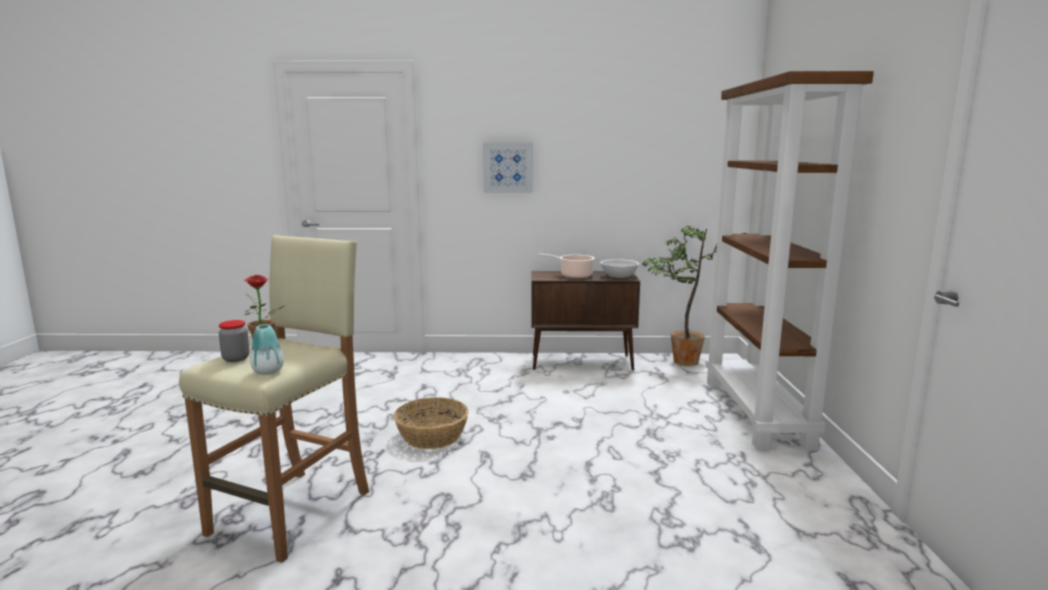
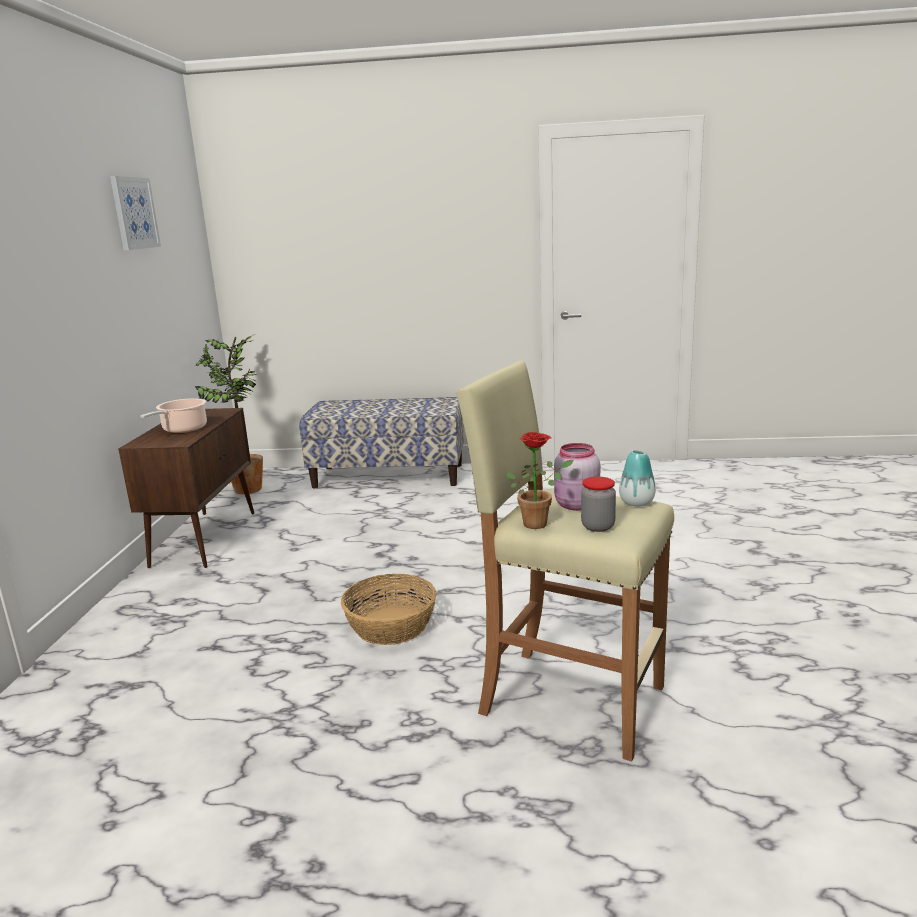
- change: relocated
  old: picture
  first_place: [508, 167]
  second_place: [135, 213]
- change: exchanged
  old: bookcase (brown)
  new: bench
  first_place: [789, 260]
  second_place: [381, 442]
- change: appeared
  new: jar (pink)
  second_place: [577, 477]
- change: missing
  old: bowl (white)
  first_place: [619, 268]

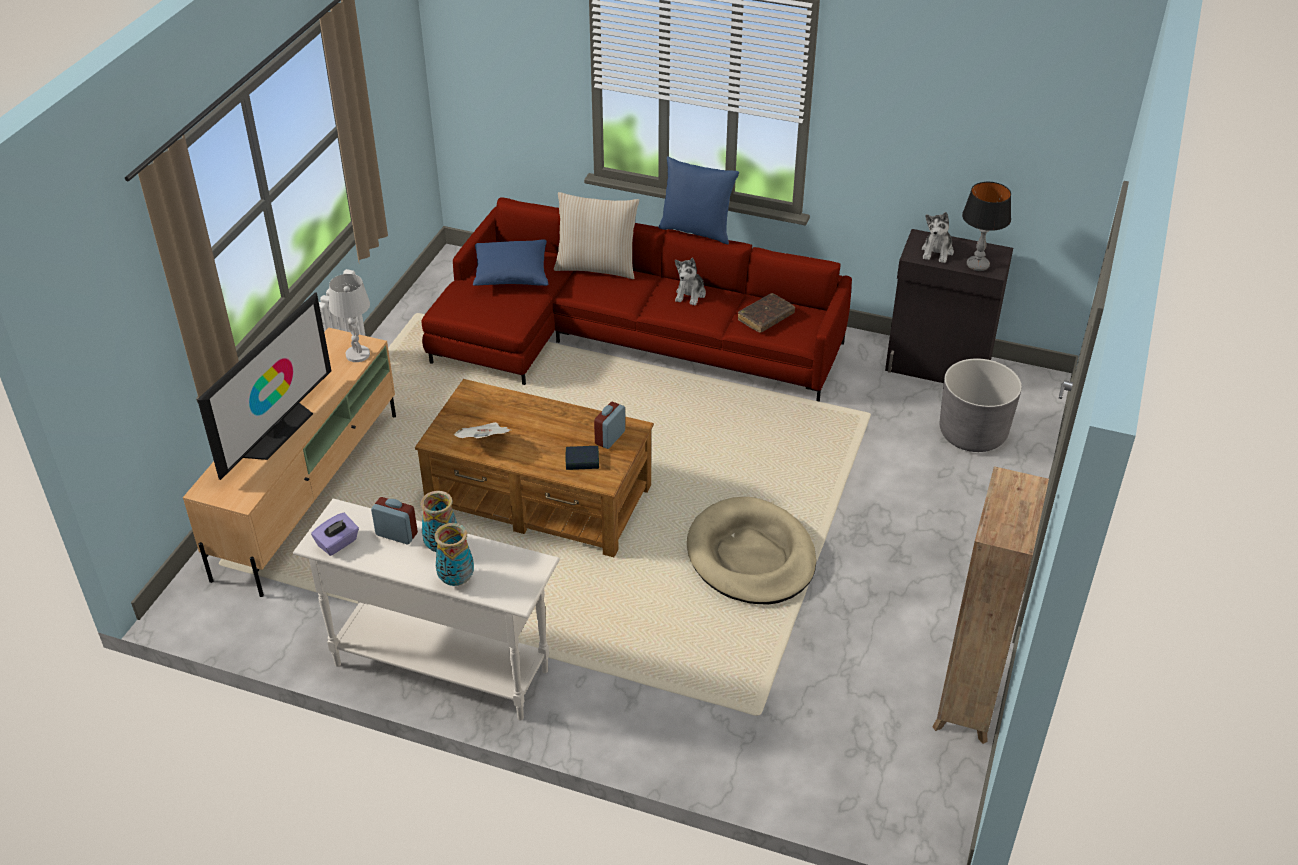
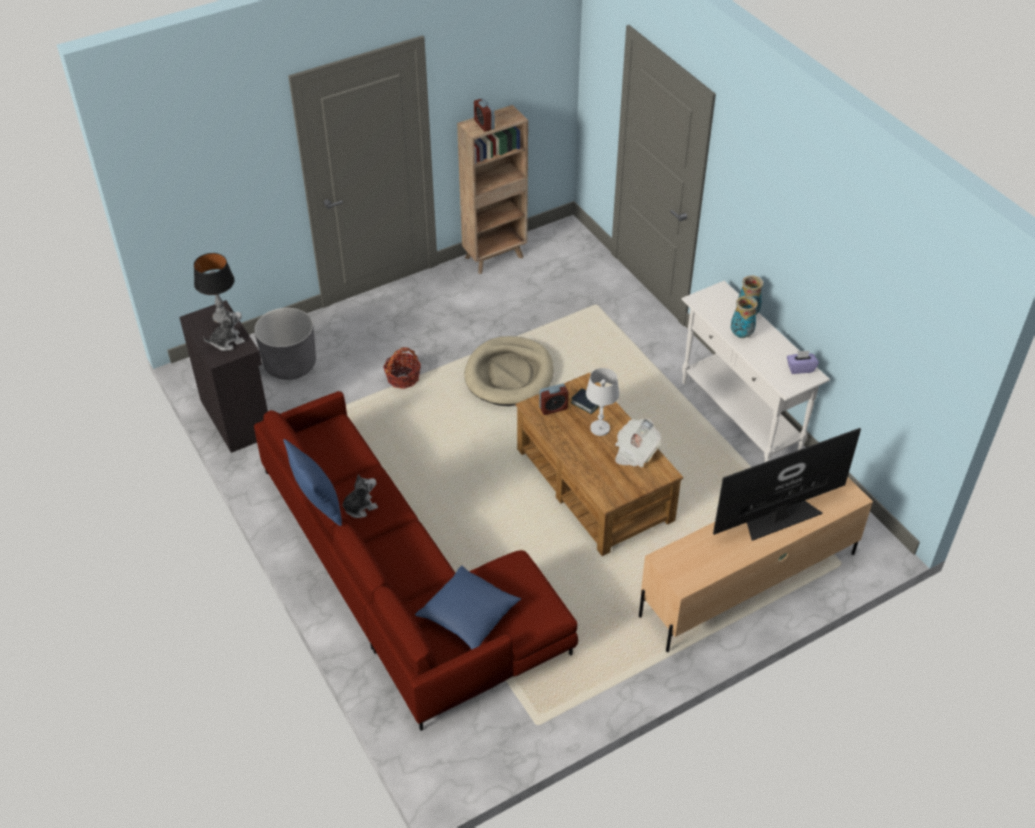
- change: appeared
  new: basket
  second_place: [402, 368]
- change: relocated
  old: alarm clock
  first_place: [394, 520]
  second_place: [484, 115]
- change: relocated
  old: table lamp (white)
  first_place: [349, 318]
  second_place: [602, 402]
- change: missing
  old: pillow (beige)
  first_place: [596, 235]
- change: missing
  old: book (brown)
  first_place: [766, 313]

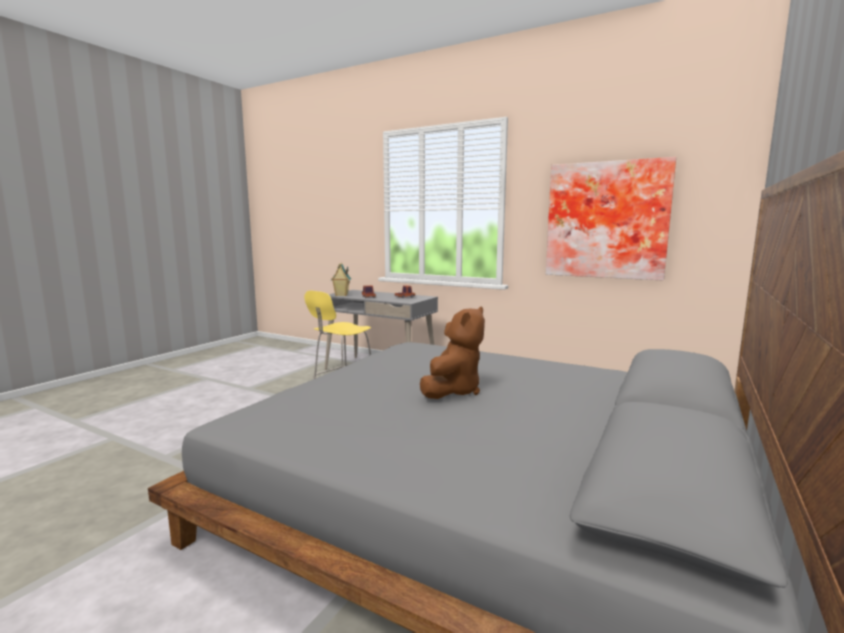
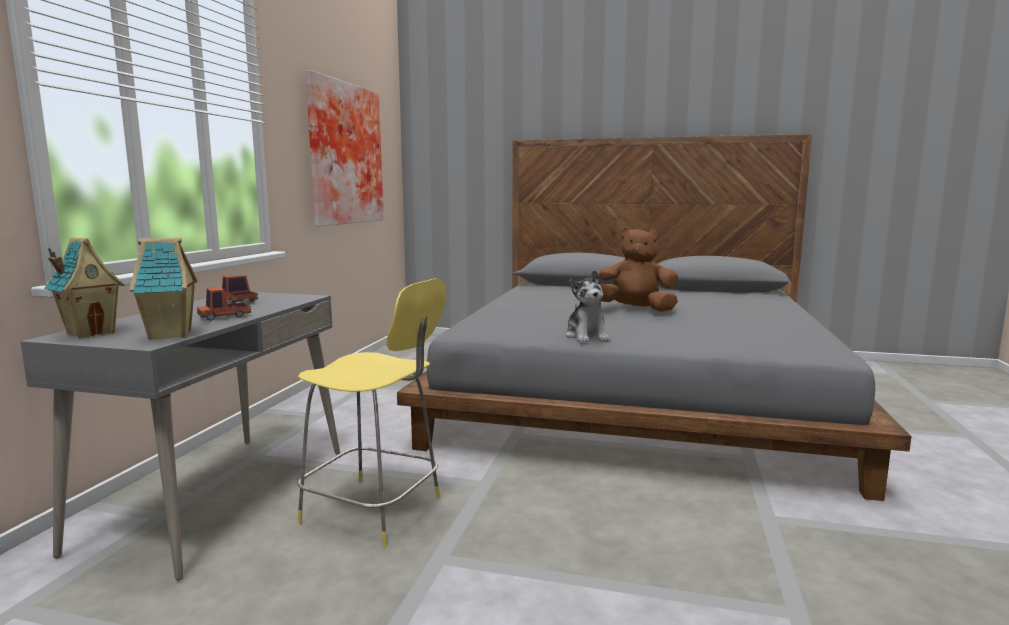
- change: appeared
  new: toy house
  second_place: [84, 288]
- change: appeared
  new: plush toy
  second_place: [587, 306]

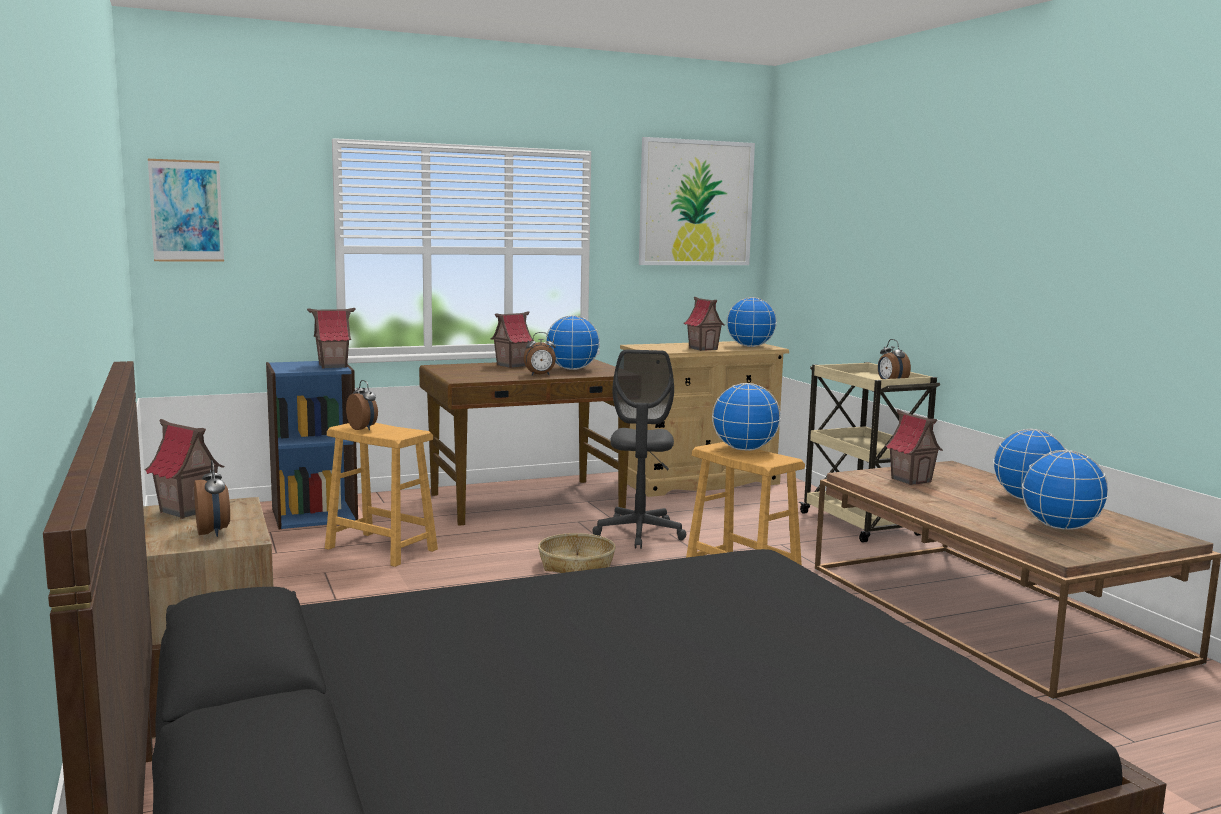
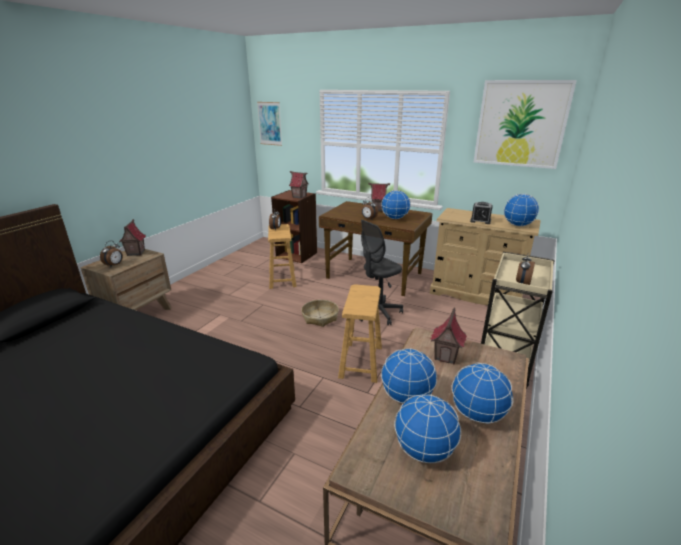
- change: colour
  old: bookcase (blue)
  new: bookcase (brown)
  first_place: [312, 445]
  second_place: [294, 226]
- change: relocated
  old: globe
  first_place: [746, 417]
  second_place: [409, 375]
- change: exchanged
  old: toy house
  new: alarm clock
  first_place: [704, 324]
  second_place: [481, 213]

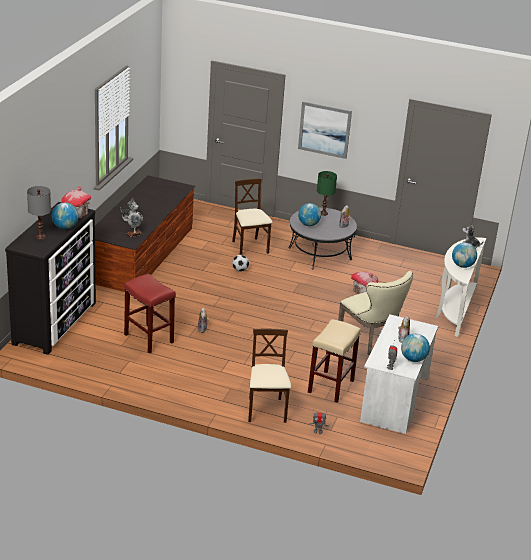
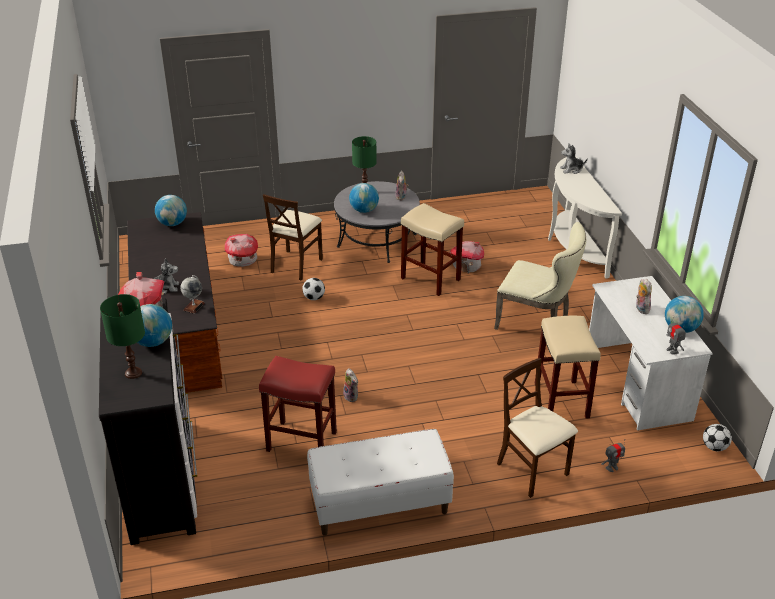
- change: colour
  old: table lamp (grey)
  new: table lamp (green)
  first_place: [39, 213]
  second_place: [122, 336]
- change: relocated
  old: globe
  first_place: [464, 255]
  second_place: [171, 210]
- change: appeared
  new: toy house
  second_place: [241, 250]
- change: spun
  old: chair (beige)
  first_place: [252, 216]
  second_place: [293, 237]
  degrees: -105
- change: appeared
  new: bench (white)
  second_place: [380, 482]
- change: appeared
  new: stool (beige)
  second_place: [432, 249]
- change: appeared
  new: football
  second_place: [717, 437]
- change: missing
  old: picture
  first_place: [325, 130]

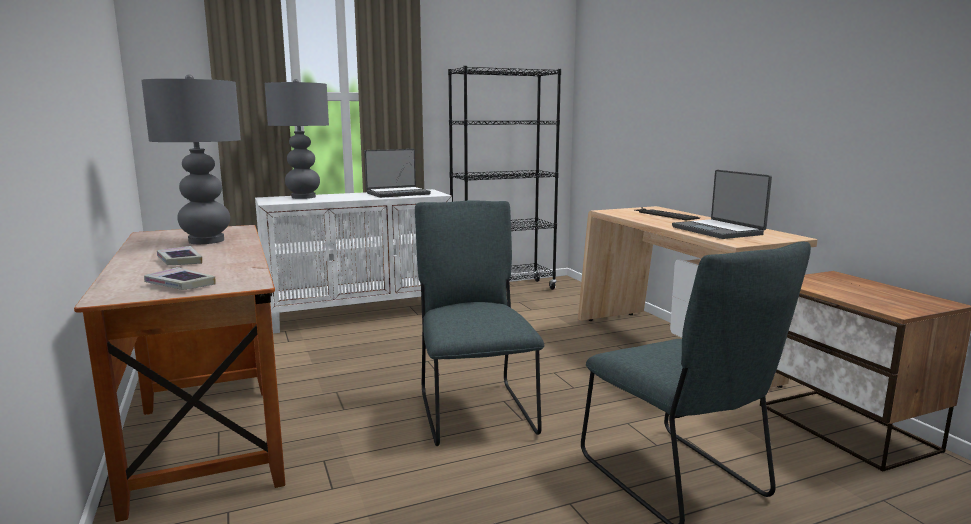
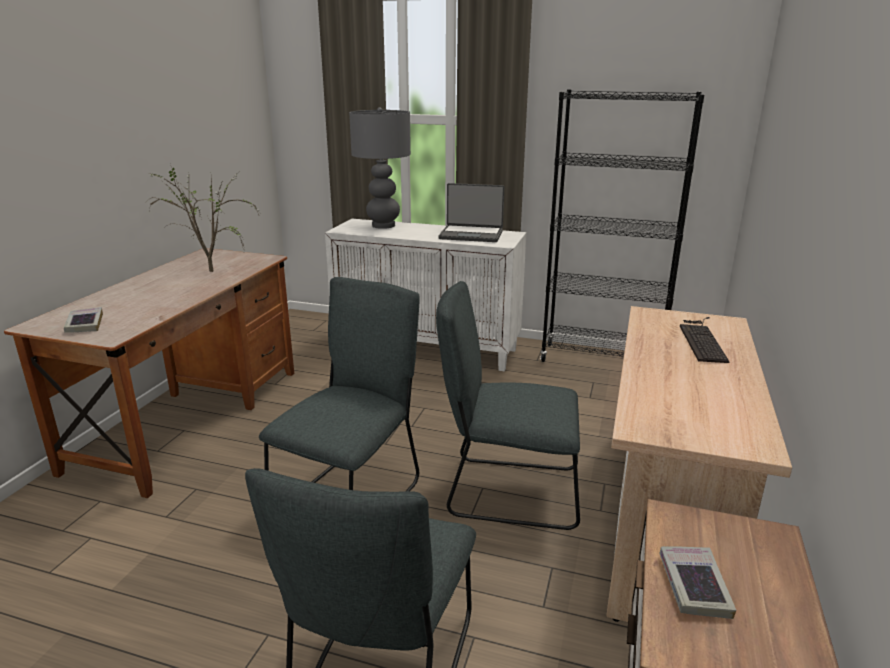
- change: exchanged
  old: table lamp (grey)
  new: potted plant
  first_place: [191, 159]
  second_place: [203, 217]
- change: appeared
  new: chair (grey)
  second_place: [508, 405]
- change: relocated
  old: book
  first_place: [179, 255]
  second_place: [698, 582]
- change: missing
  old: laptop
  first_place: [722, 204]

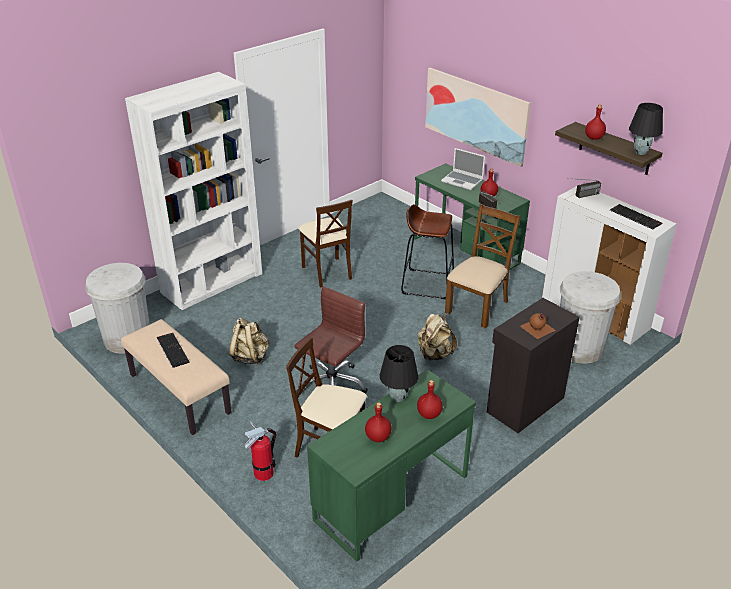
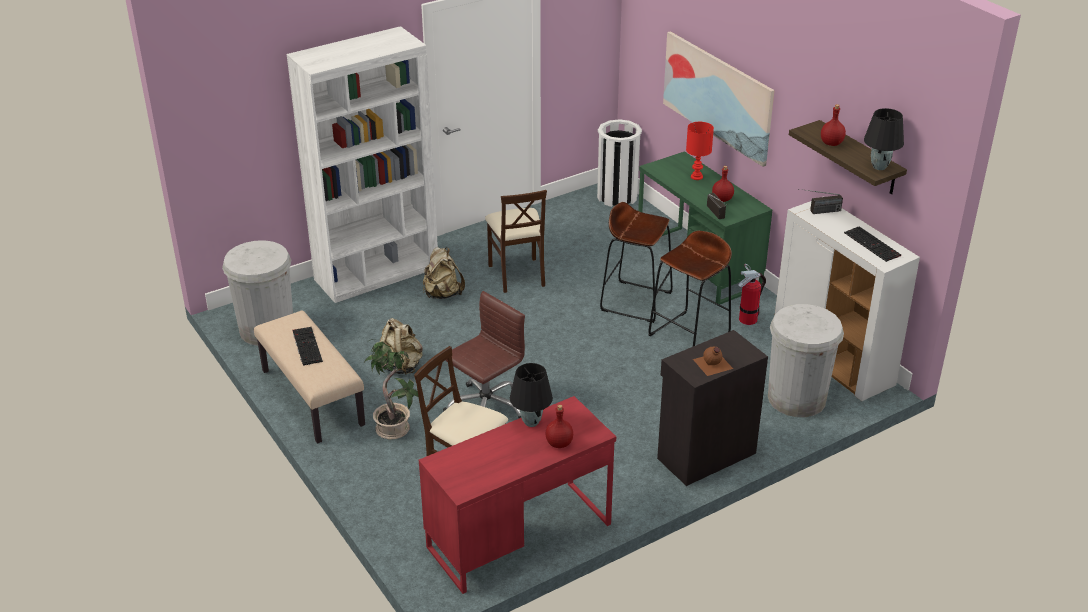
- change: appeared
  new: potted plant
  second_place: [391, 389]
- change: colour
  old: desk (green)
  new: desk (red)
  first_place: [391, 465]
  second_place: [517, 495]
- change: relocated
  old: backpack (beige)
  first_place: [437, 337]
  second_place: [444, 273]
- change: appeared
  new: trash can (white)
  second_place: [619, 163]
- change: exchanged
  old: chair (brown)
  new: stool (brown)
  first_place: [483, 266]
  second_place: [690, 288]
- change: exchanged
  old: laptop
  new: table lamp (red)
  first_place: [463, 169]
  second_place: [700, 151]
- change: relocated
  old: fire extinguisher
  first_place: [260, 451]
  second_place: [752, 294]
- change: missing
  old: bottle (red)
  first_place: [378, 422]

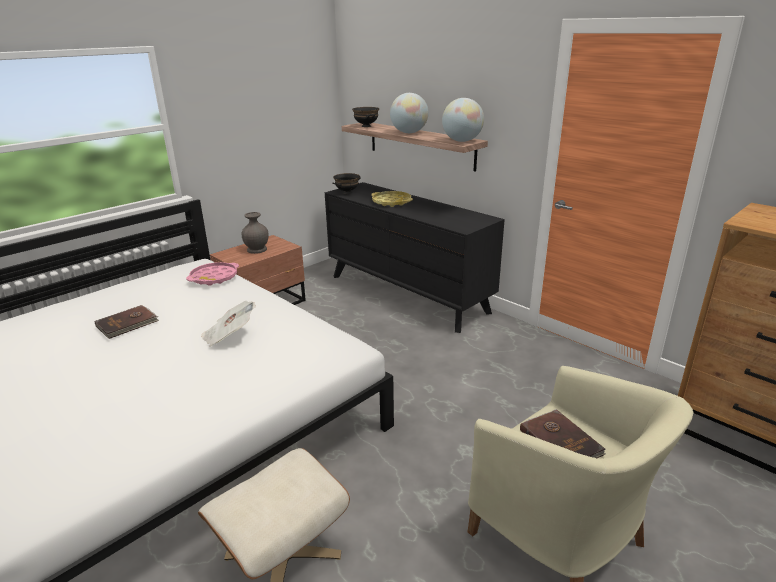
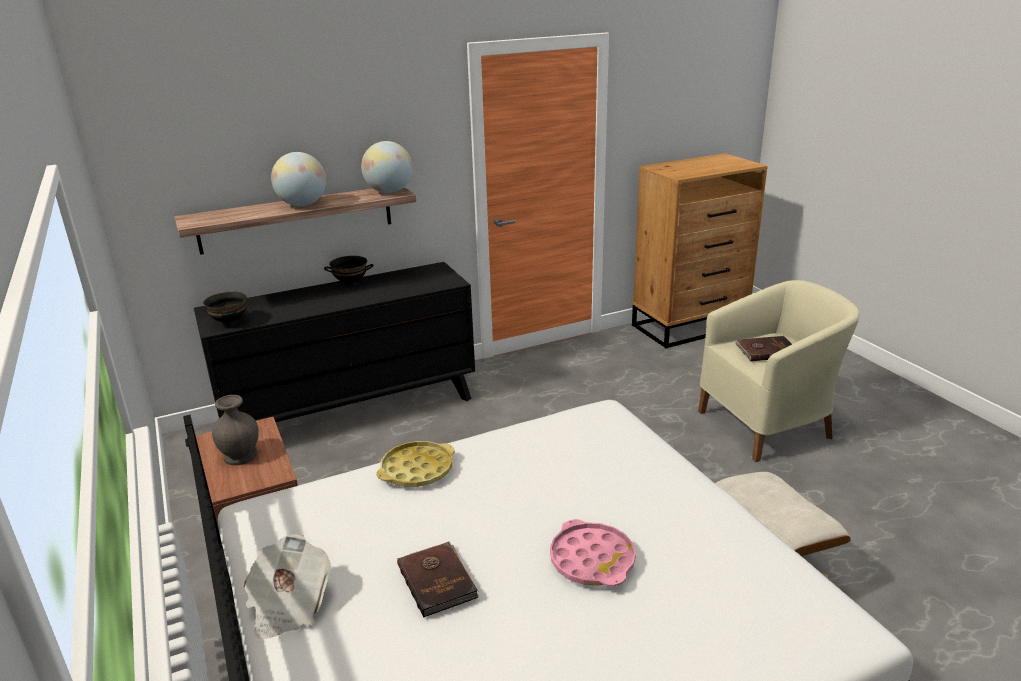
- change: relocated
  old: newspaper
  first_place: [228, 324]
  second_place: [287, 586]
- change: relocated
  old: bowl (black)
  first_place: [365, 117]
  second_place: [349, 271]
- change: relocated
  old: tray (yellow)
  first_place: [392, 199]
  second_place: [415, 464]
- change: relocated
  old: tray (pink)
  first_place: [212, 274]
  second_place: [593, 552]

